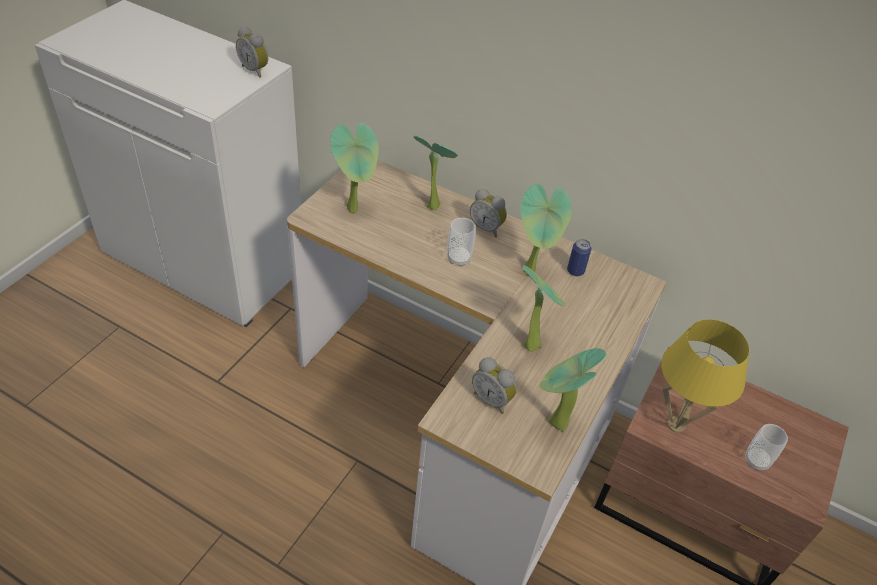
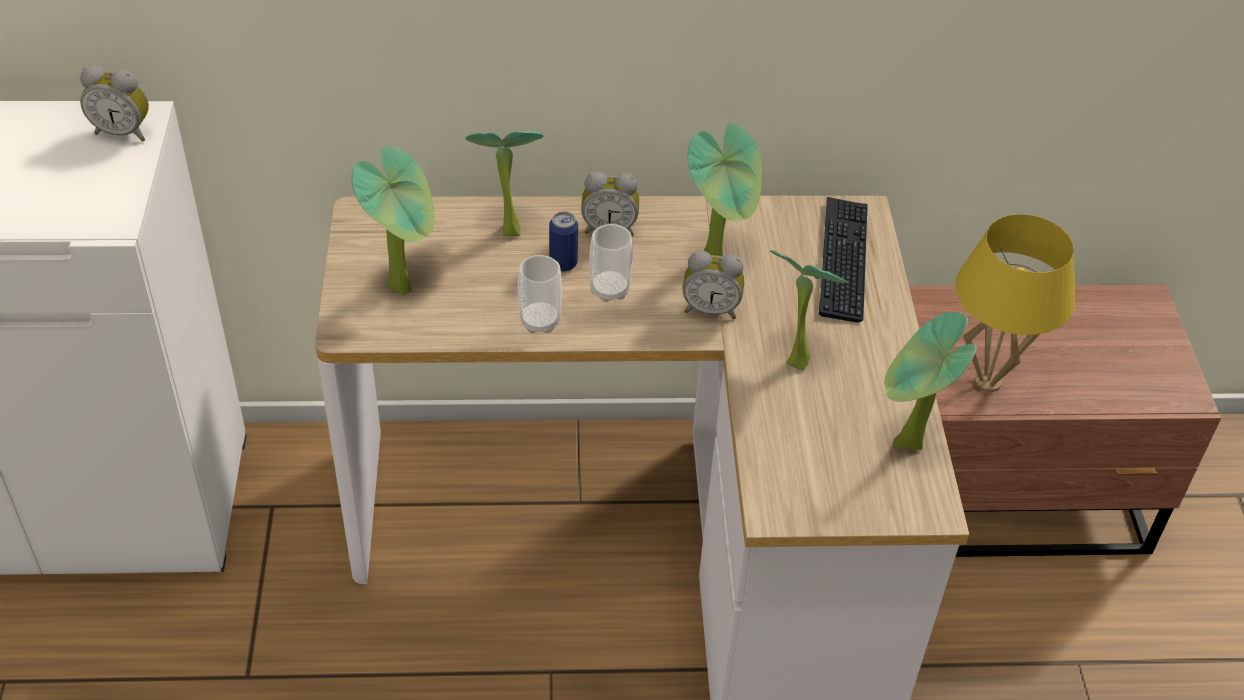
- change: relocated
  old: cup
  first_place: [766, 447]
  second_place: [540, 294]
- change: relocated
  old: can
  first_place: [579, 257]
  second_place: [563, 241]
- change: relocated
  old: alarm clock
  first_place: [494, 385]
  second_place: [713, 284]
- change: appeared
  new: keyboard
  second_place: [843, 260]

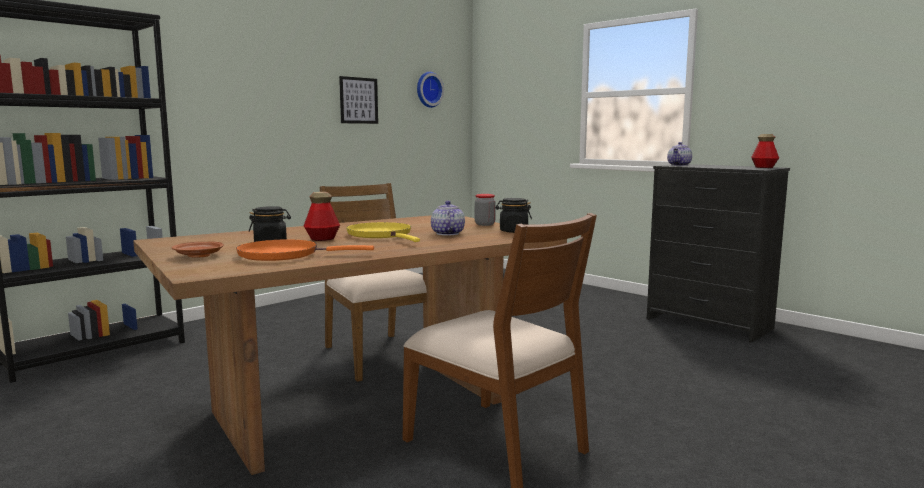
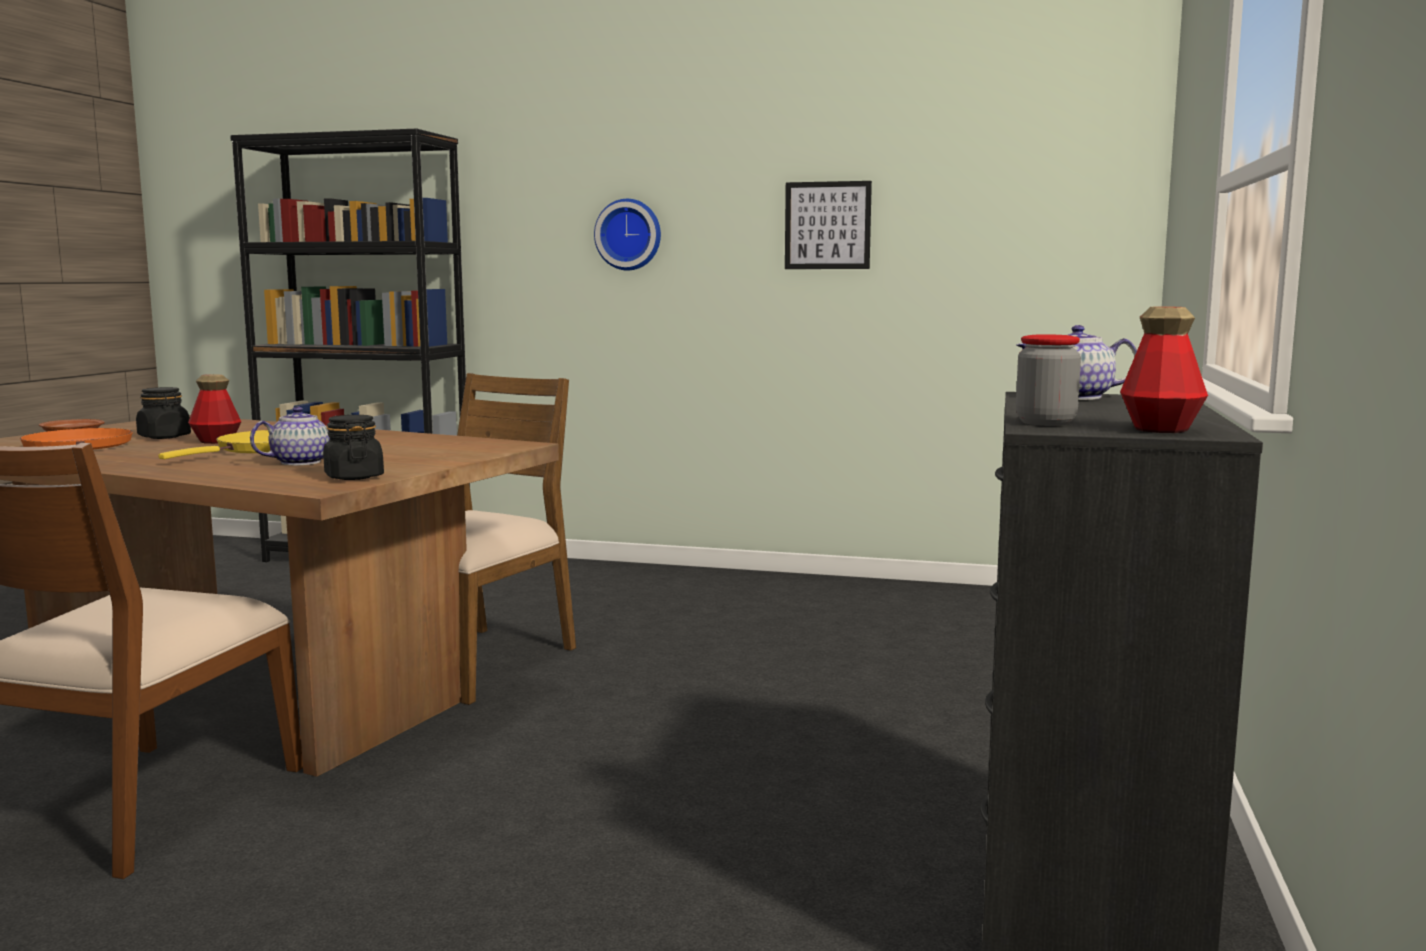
- change: relocated
  old: wall clock
  first_place: [430, 90]
  second_place: [627, 234]
- change: relocated
  old: jar
  first_place: [485, 210]
  second_place: [1048, 380]

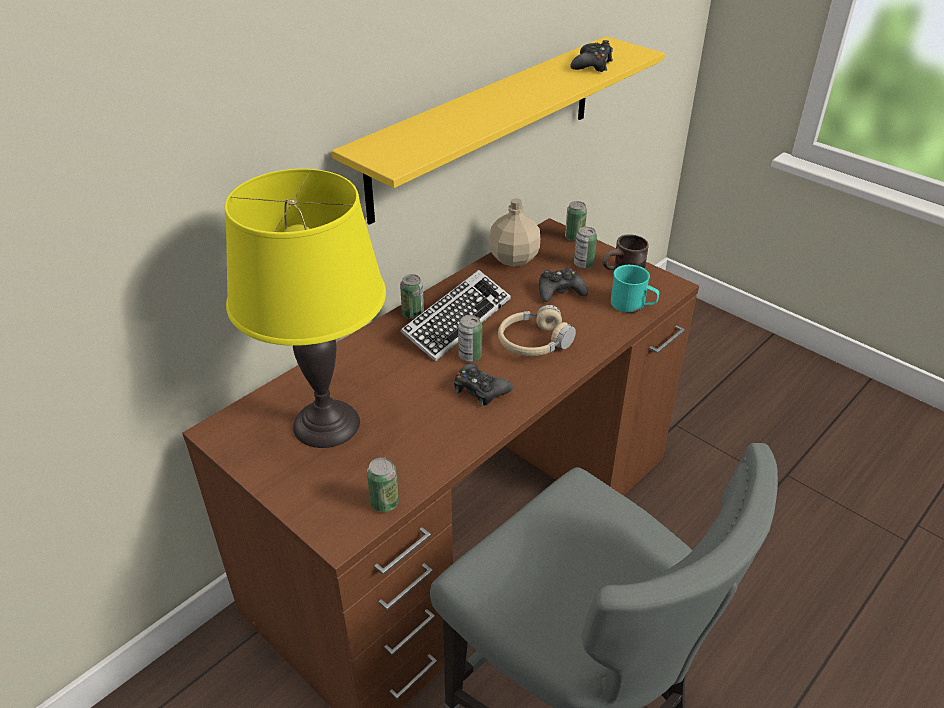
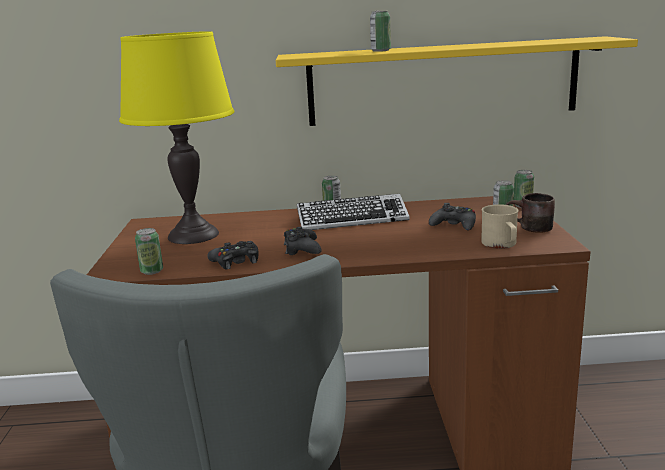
- change: relocated
  old: game controller (black)
  first_place: [591, 56]
  second_place: [233, 255]
- change: relocated
  old: can
  first_place: [470, 338]
  second_place: [380, 31]
- change: colour
  old: mug (turquoise)
  new: mug (beige)
  first_place: [635, 289]
  second_place: [500, 226]
- change: missing
  old: bottle (beige)
  first_place: [514, 232]
- change: missing
  old: headphones (beige)
  first_place: [537, 330]

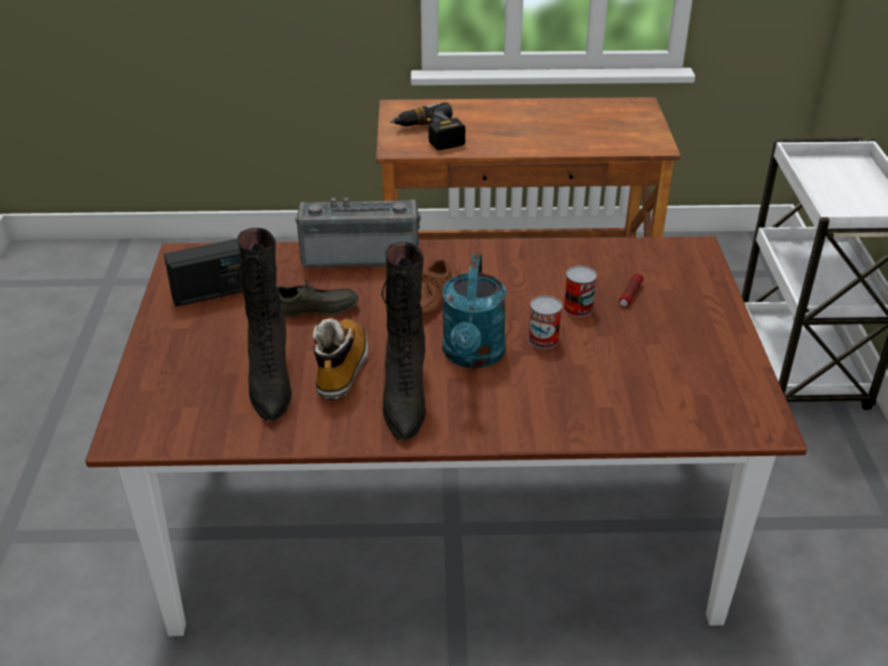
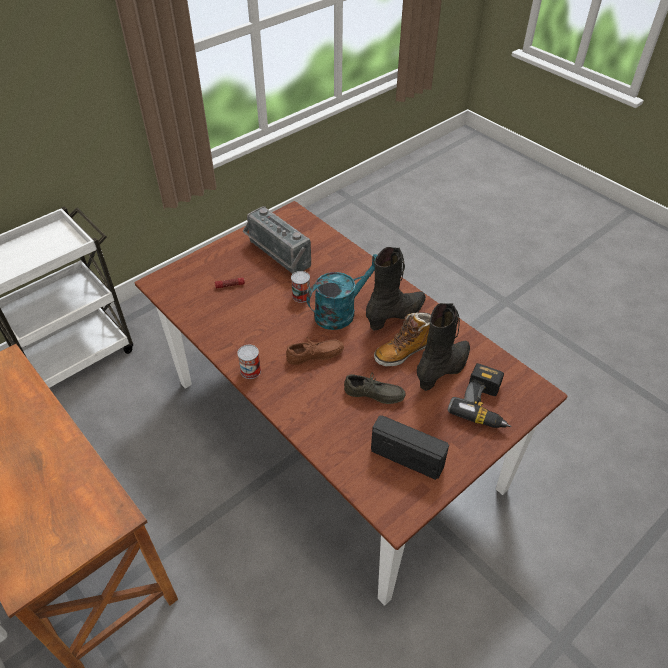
- change: relocated
  old: can
  first_place: [580, 291]
  second_place: [249, 362]
- change: relocated
  old: radio
  first_place: [358, 233]
  second_place: [277, 240]
- change: spun
  old: shoe (grey)
  first_place: [317, 298]
  second_place: [375, 388]
  degrees: 150
- change: relocated
  old: power drill
  first_place: [427, 126]
  second_place: [480, 395]

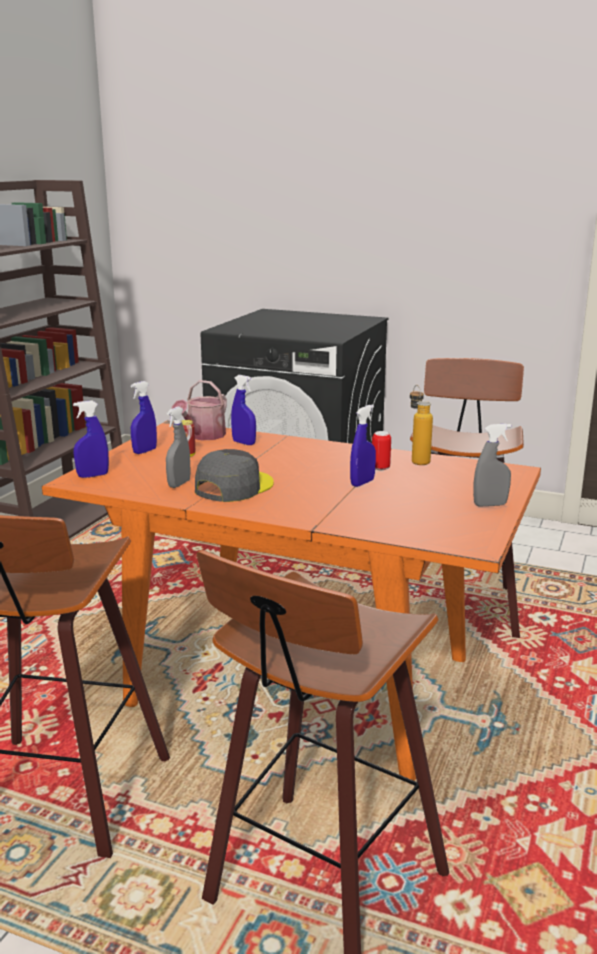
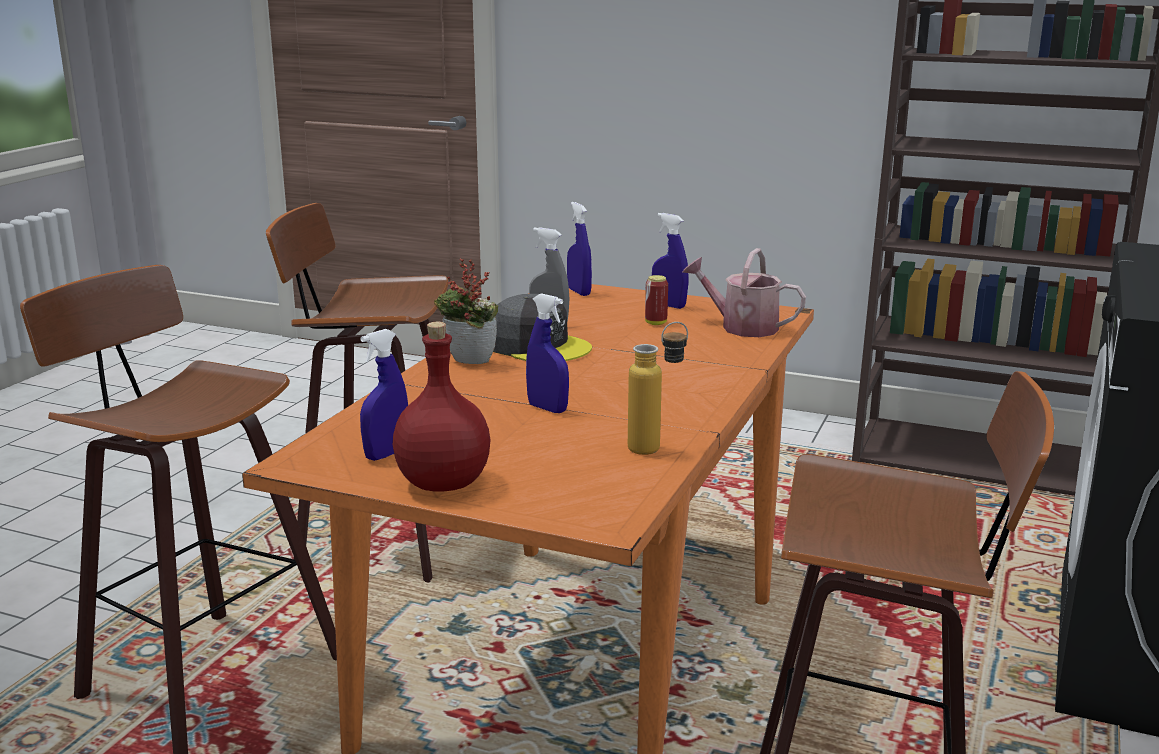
- change: relocated
  old: spray bottle (blue)
  first_place: [243, 410]
  second_place: [384, 395]
- change: exchanged
  old: spray bottle (grey)
  new: bottle (red)
  first_place: [492, 465]
  second_place: [441, 406]
- change: appeared
  new: potted plant
  second_place: [466, 311]
- change: missing
  old: can
  first_place: [381, 450]

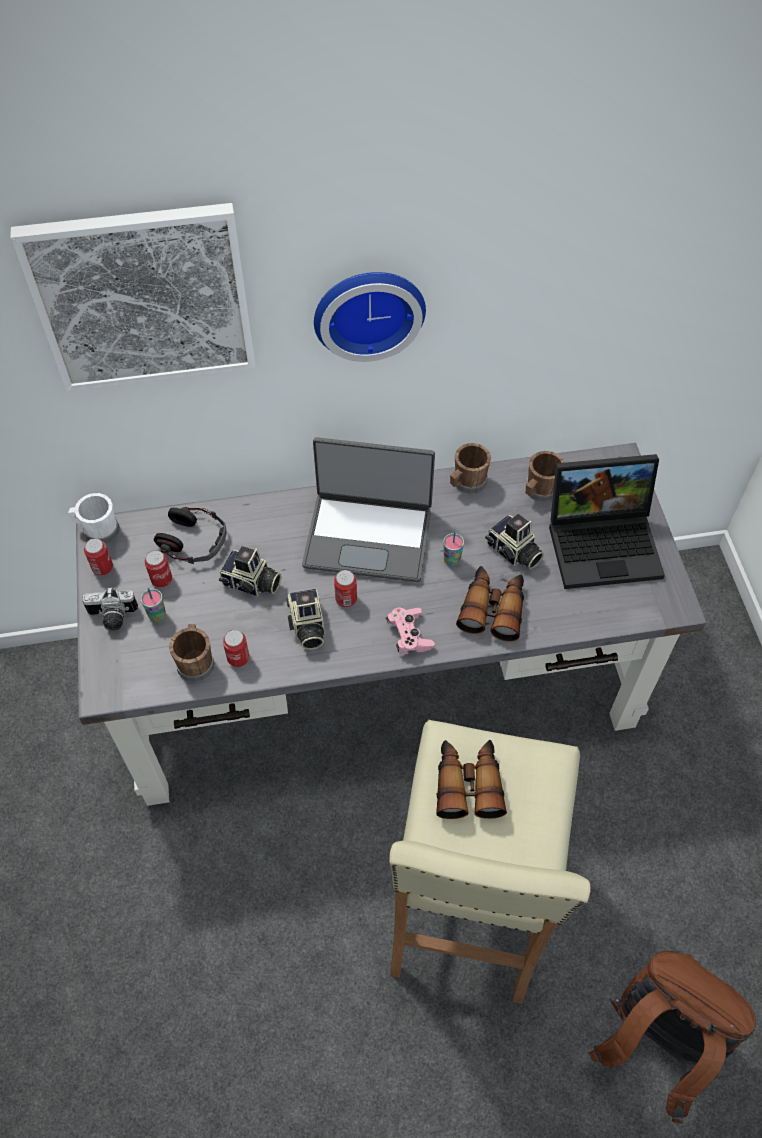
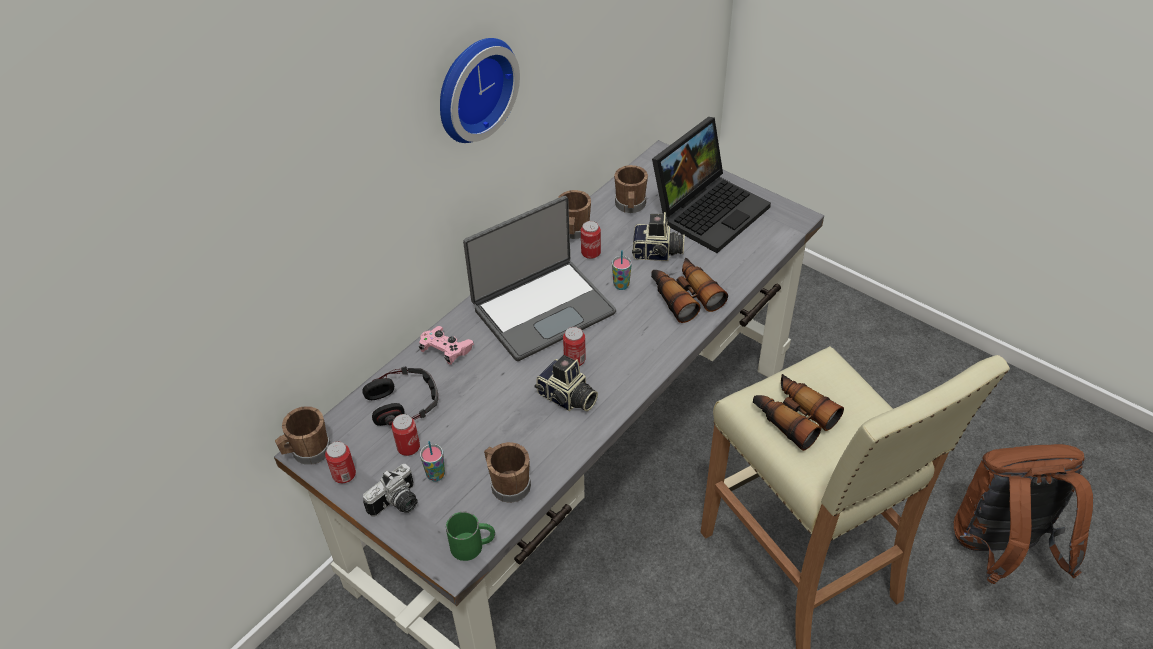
- change: colour
  old: mug (white)
  new: mug (brown)
  first_place: [94, 518]
  second_place: [303, 435]
- change: relocated
  old: game controller (pink)
  first_place: [410, 630]
  second_place: [446, 345]
- change: appeared
  new: mug (green)
  second_place: [470, 536]
- change: relocated
  old: can
  first_place: [236, 648]
  second_place: [591, 240]
- change: missing
  old: picture
  first_place: [133, 297]
- change: missing
  old: photo camera
  first_place: [250, 571]

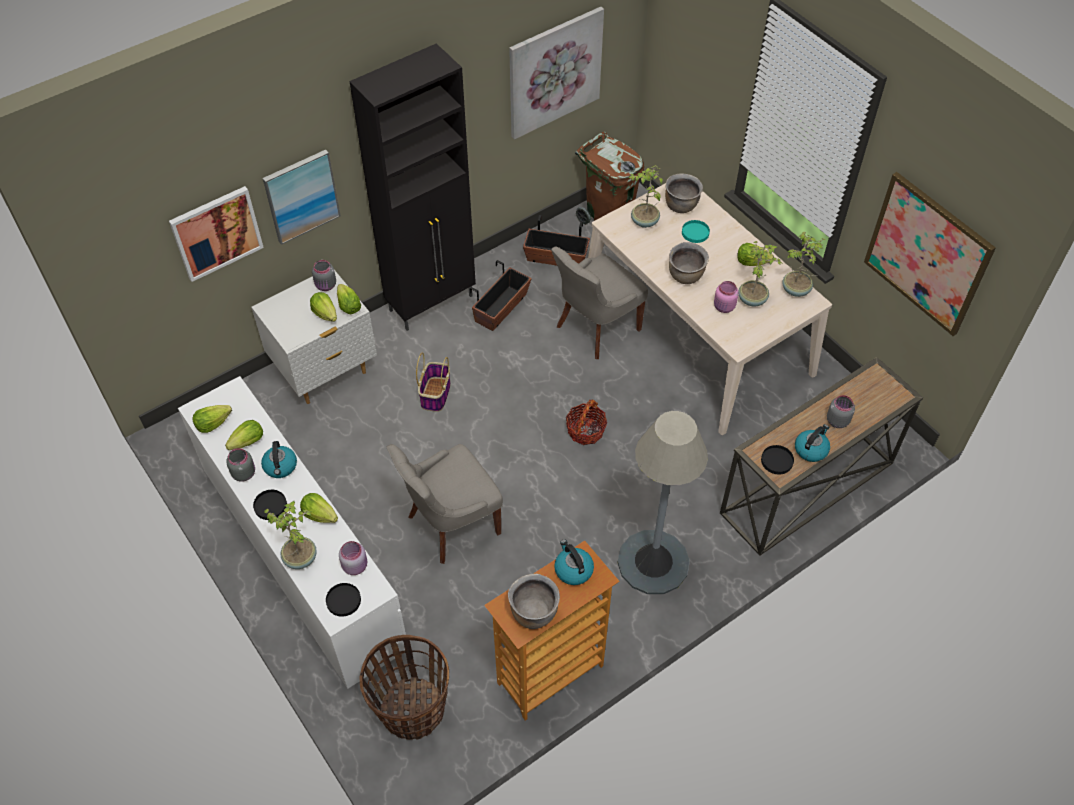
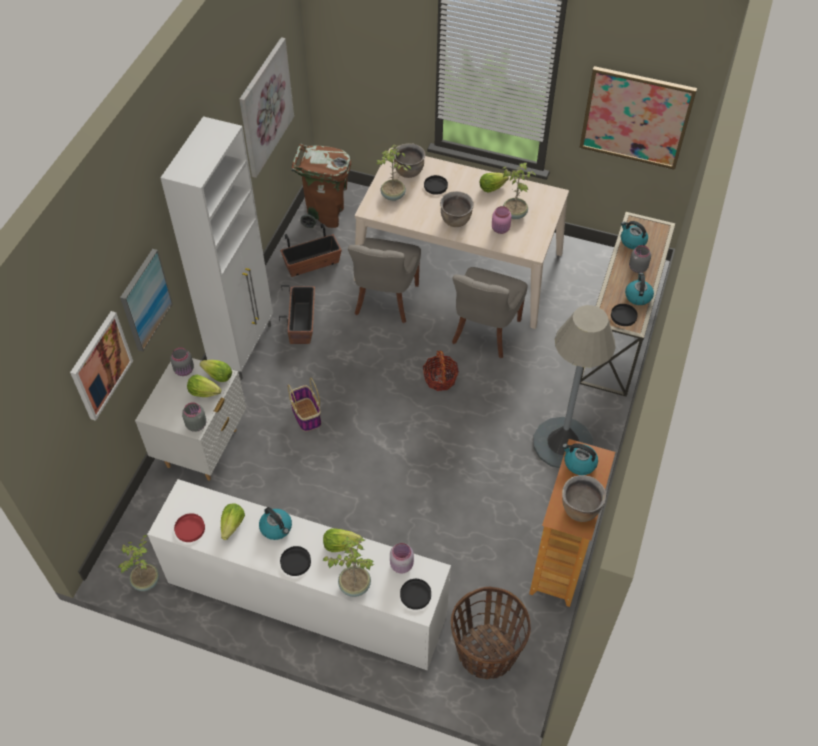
- change: relocated
  old: potted plant
  first_place: [804, 264]
  second_place: [138, 563]
- change: colour
  old: cabinet (black)
  new: cabinet (white)
  first_place: [412, 187]
  second_place: [216, 248]
- change: exchanged
  old: lettuce
  new: plate (red)
  first_place: [212, 419]
  second_place: [189, 527]
- change: relocated
  old: jar (grey)
  first_place: [240, 465]
  second_place: [194, 417]
- change: colour
  old: plate (turquoise)
  new: plate (black)
  first_place: [696, 231]
  second_place: [436, 185]
- change: relocated
  old: chair (grey)
  first_place: [445, 504]
  second_place: [490, 312]
- change: appeared
  new: kettle
  second_place: [634, 235]

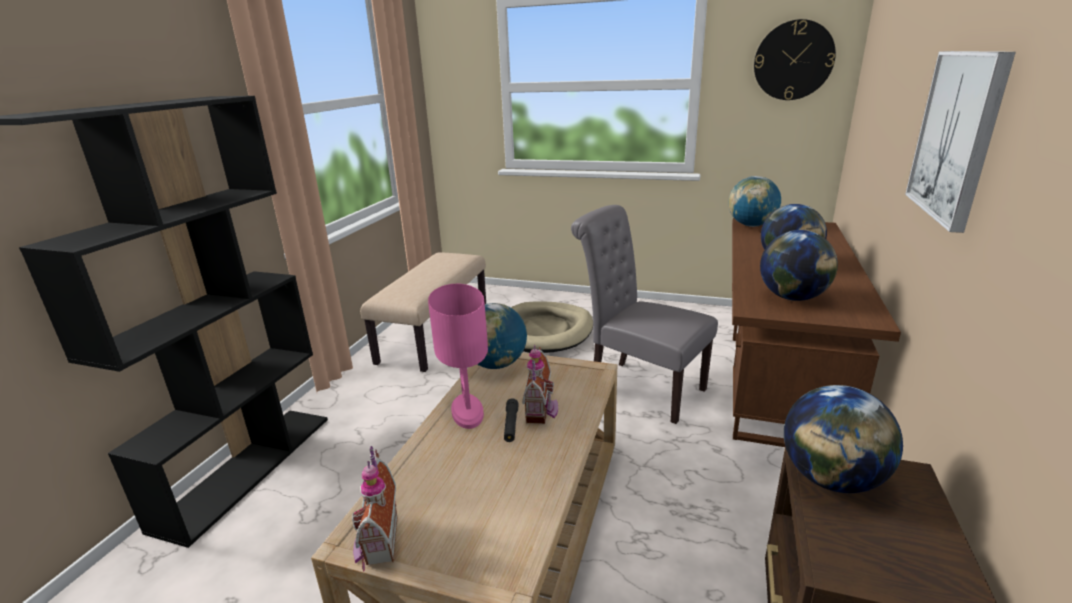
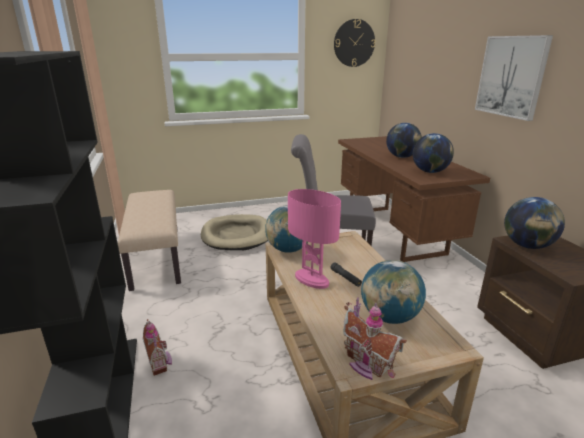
- change: relocated
  old: toy house
  first_place: [540, 384]
  second_place: [157, 347]
- change: relocated
  old: globe
  first_place: [754, 201]
  second_place: [393, 292]

